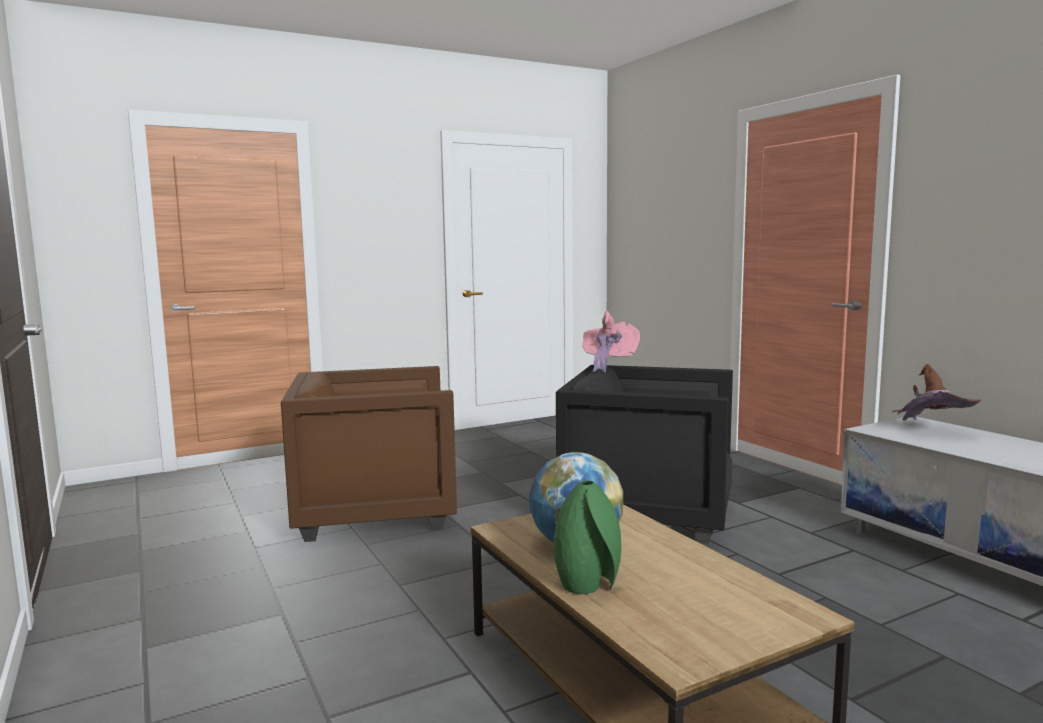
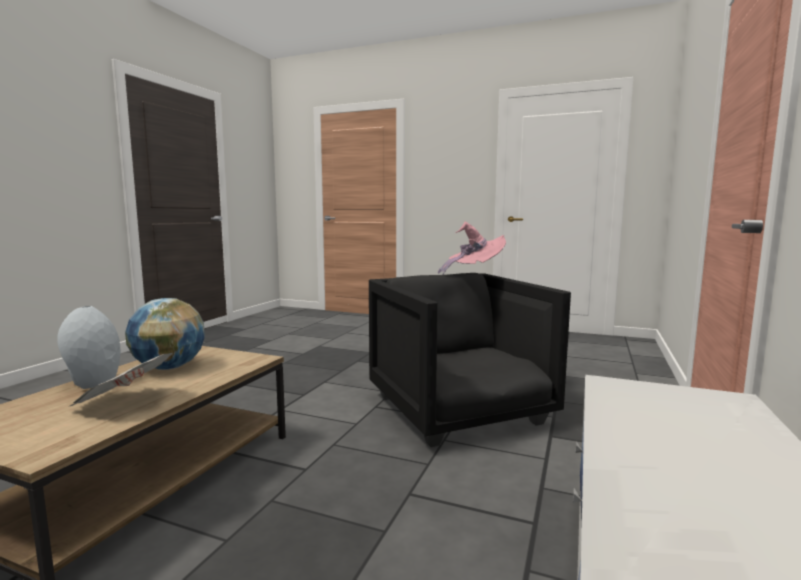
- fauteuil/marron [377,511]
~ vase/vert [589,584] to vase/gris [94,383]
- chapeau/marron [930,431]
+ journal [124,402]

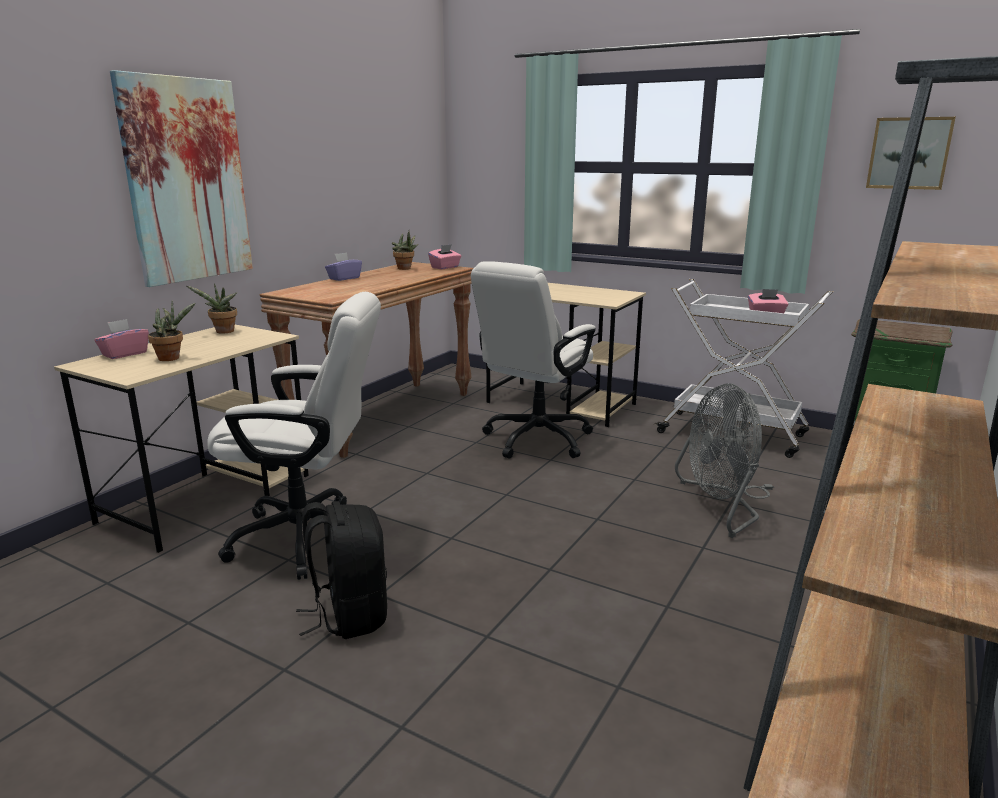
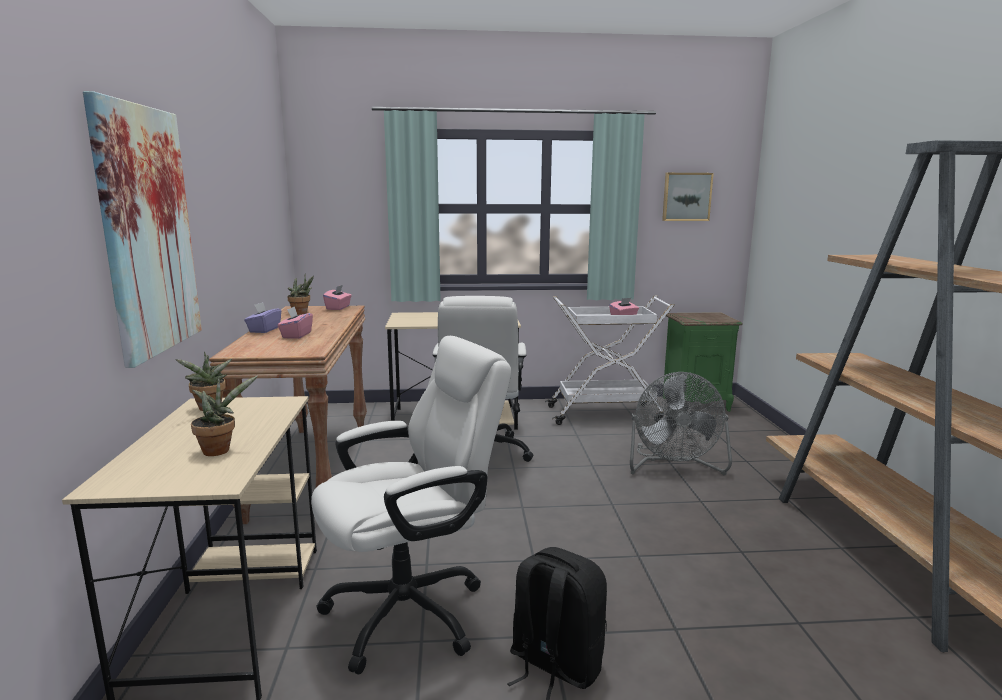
~ boîte à mouchoirs/rose [124,354] to [296,335]
~ ventilateur/gris [725,504] = [669,466] 45 degrees counterclockwise

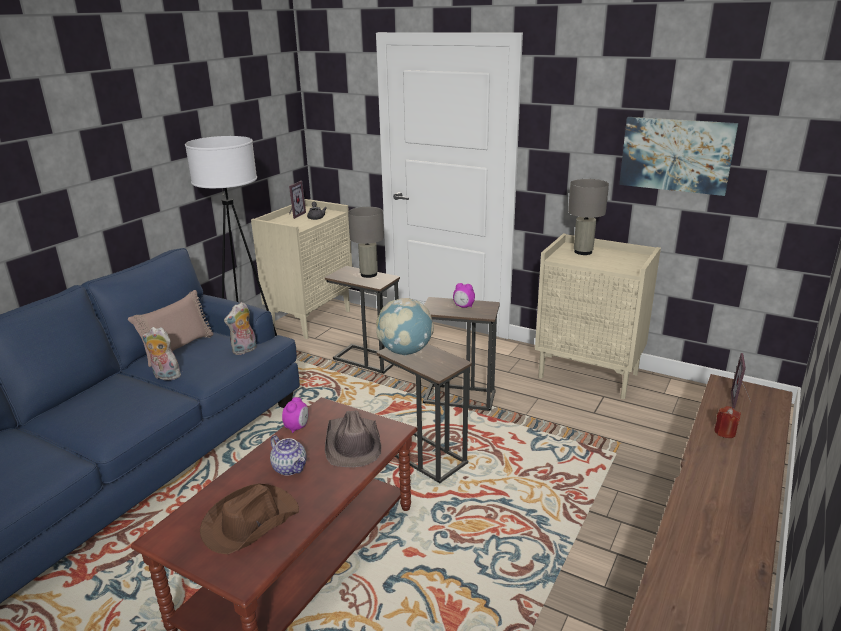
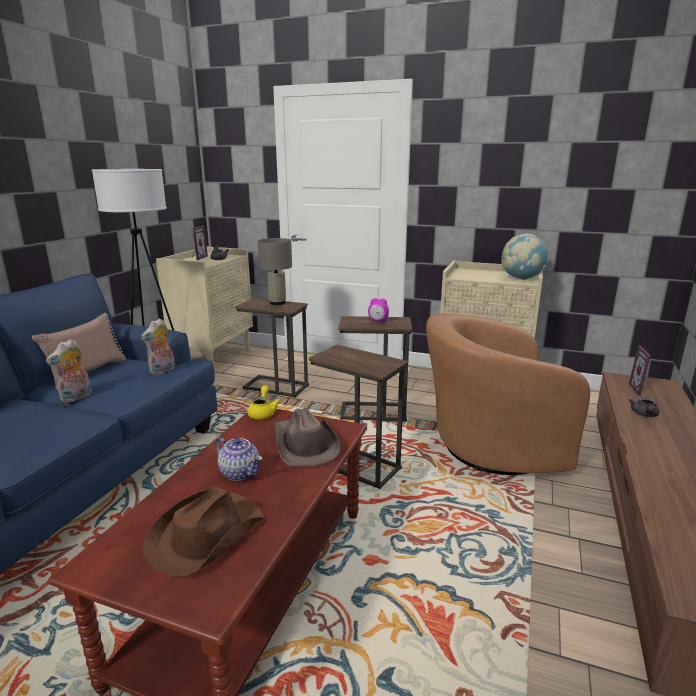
~ peluche [165,376] = [76,397] 60 degrees counterclockwise
- réveil [297,427]
~ globe [405,351] to [521,278]
- lampe de table/gris [583,252]
- tableau [676,155]
~ bougie/rouge [725,432] to théière/gris [644,415]
+ théière/jaune [263,412]
+ fauteuil/marron [492,447]

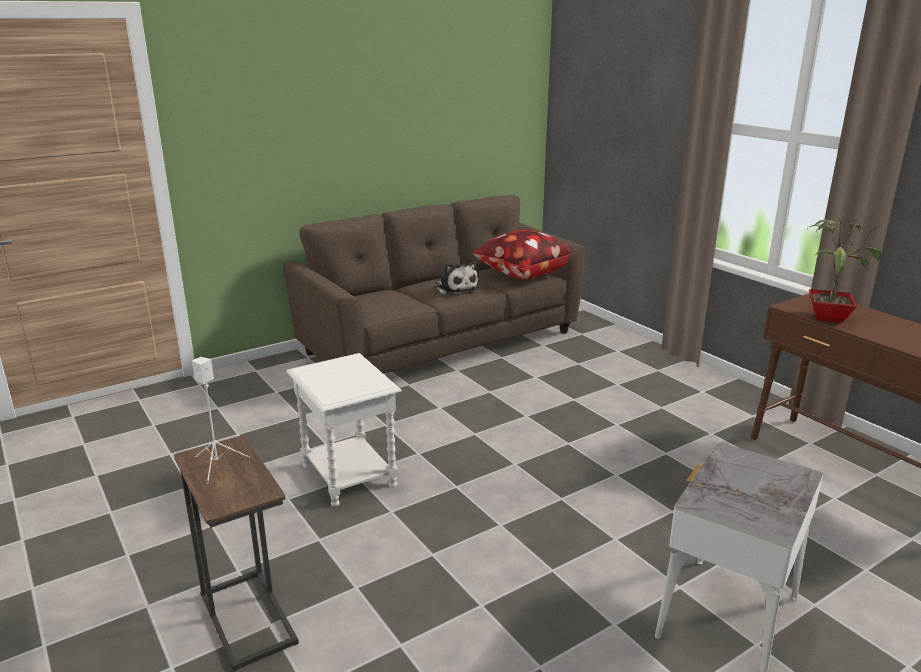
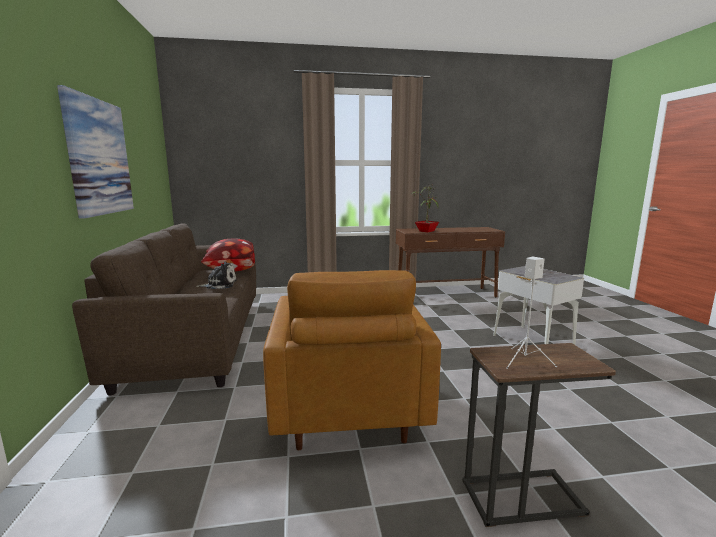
~ table d'appoint/blanc [347,475] to fauteuil/marron [347,412]
+ tableau [99,157]

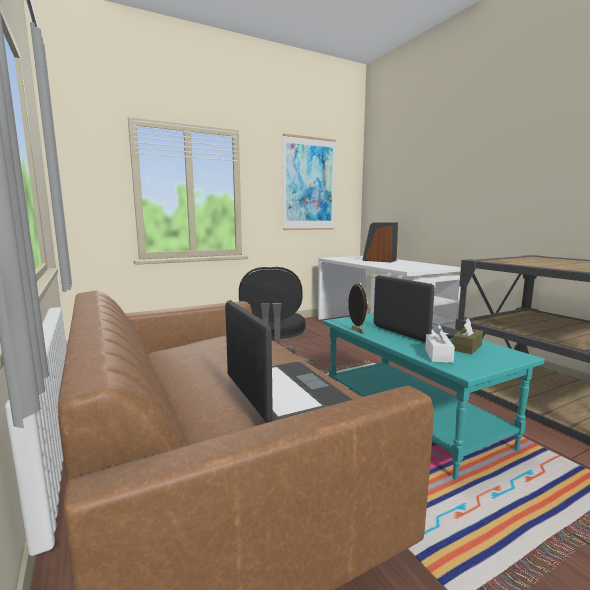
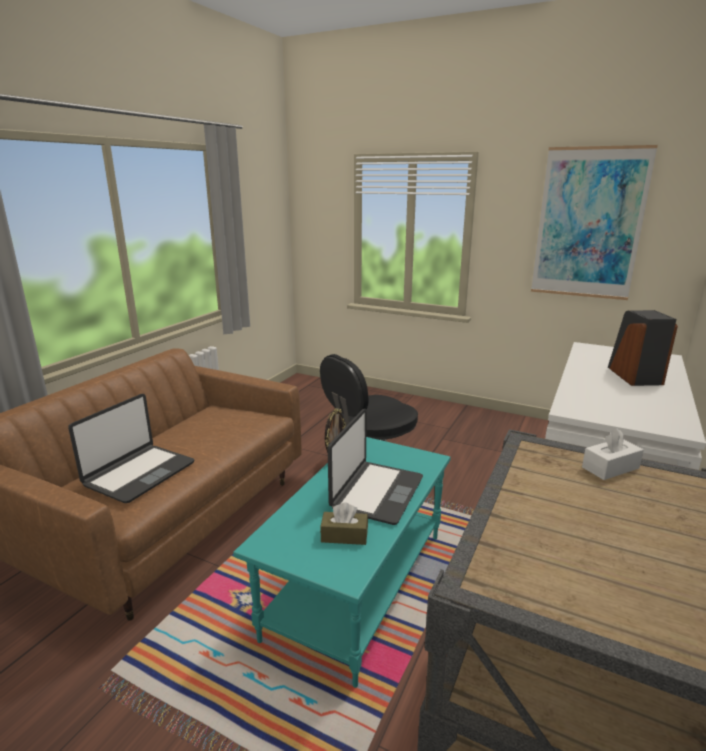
~ boîte à mouchoirs/blanc [438,355] to [610,468]

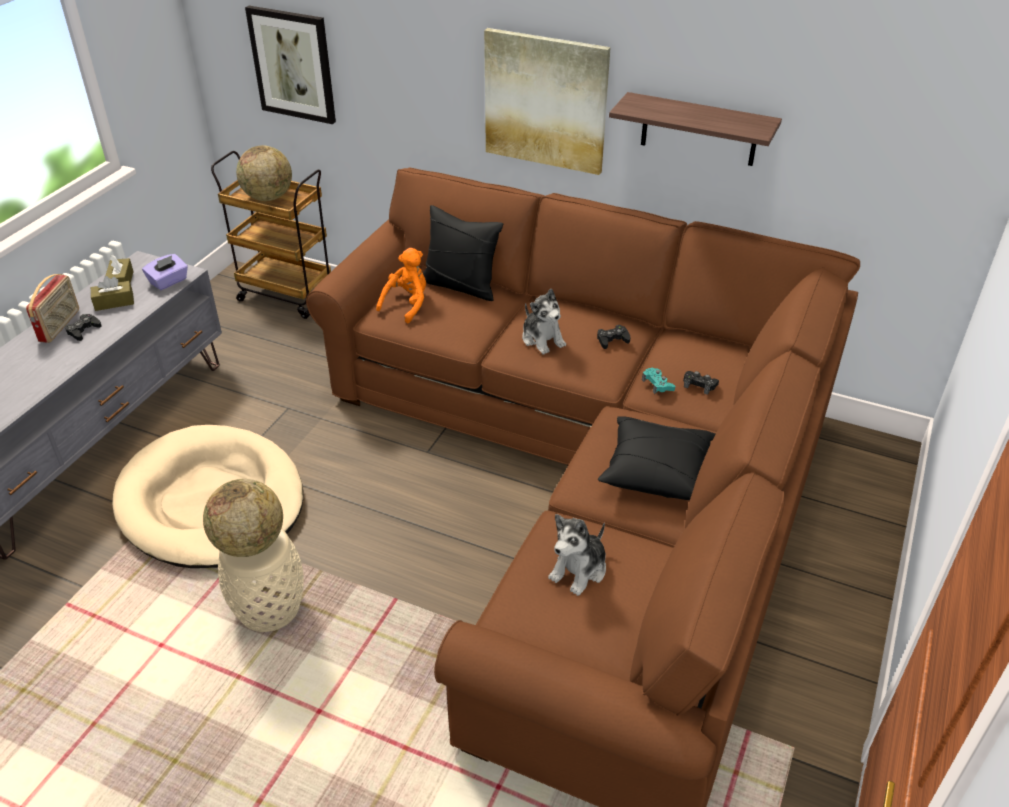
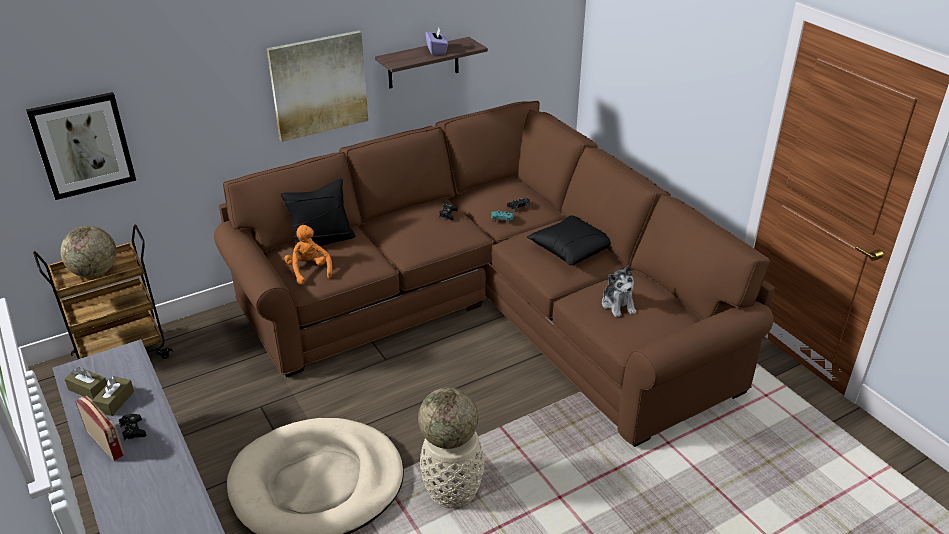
~ boîte à mouchoirs/violet [169,282] to [437,50]
- peluche [542,339]

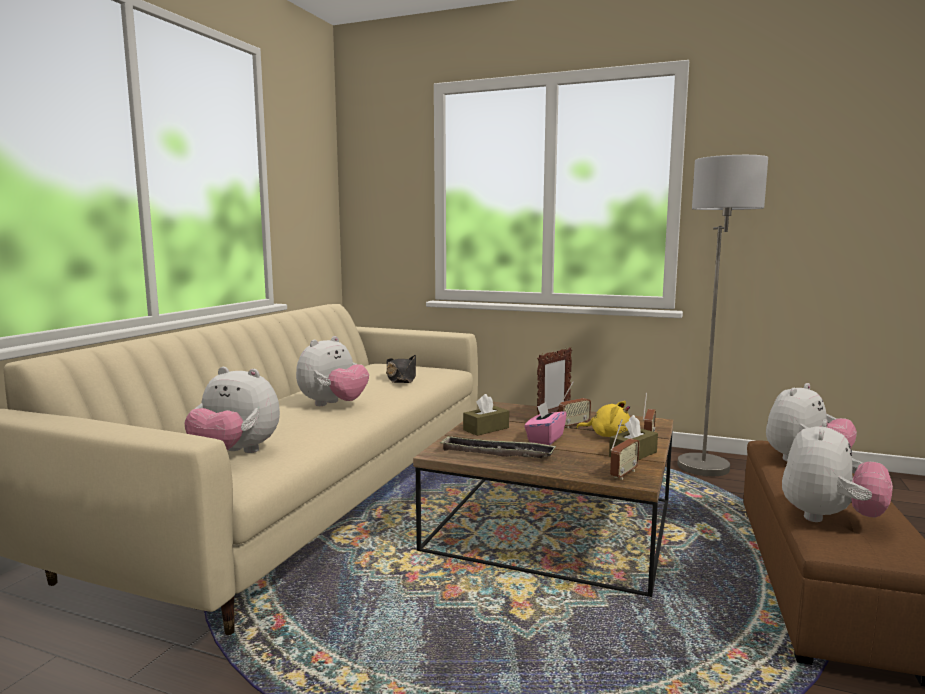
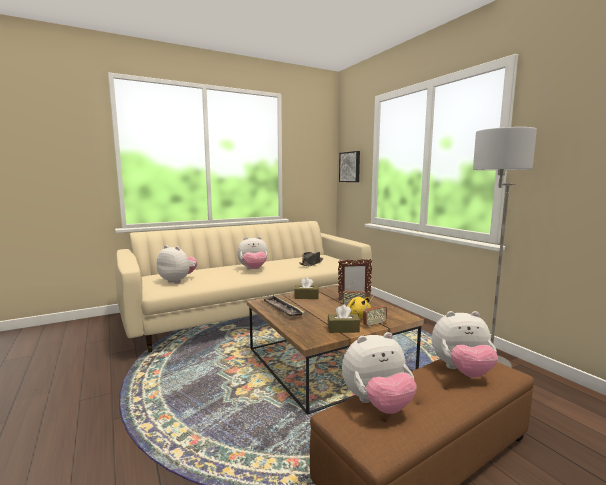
~ peluche [235,454] = [178,281] 150 degrees clockwise
- boîte à mouchoirs/rose [545,439]
- radio [623,474]
+ tableau [350,167]

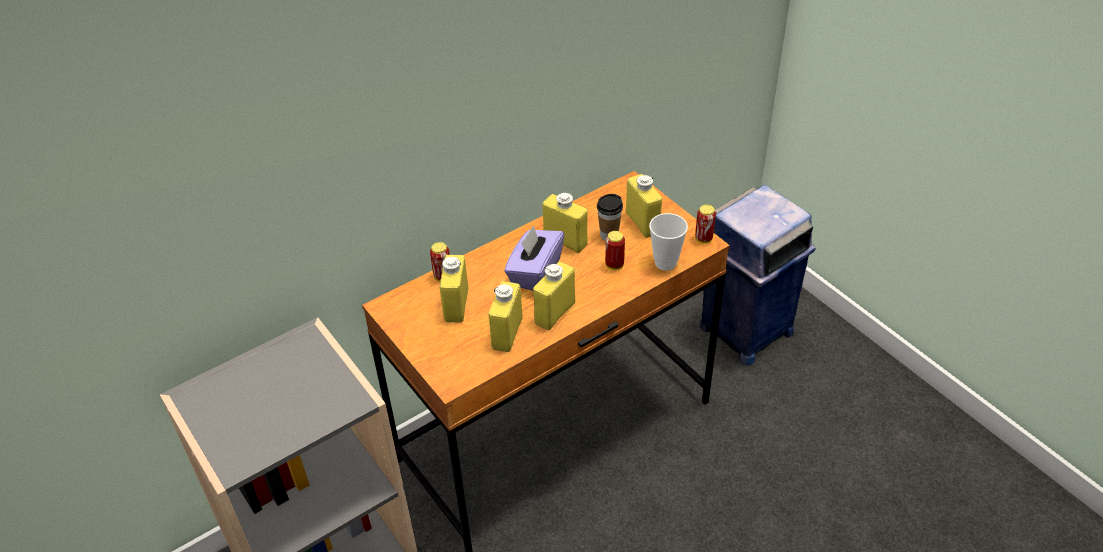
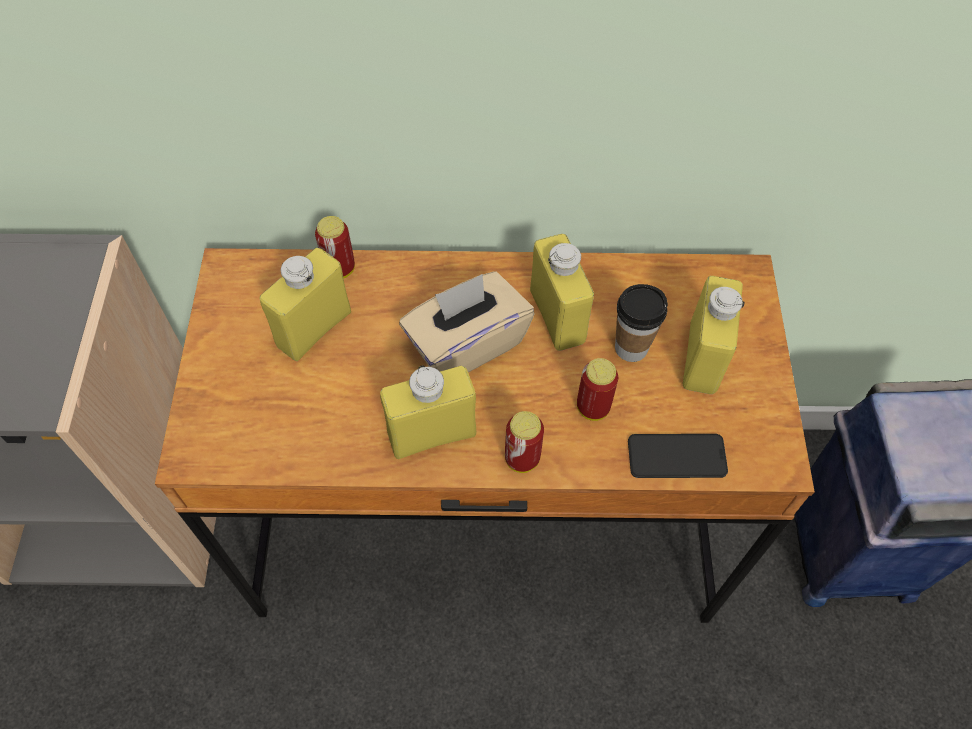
- bouteille/jaune [507,333]
~ boîte à mouchoirs/violet [535,273] to boîte à mouchoirs/beige [466,344]
~ tasse [665,263] to téléphone [676,456]
~ boîte métallique [703,239] to [522,459]

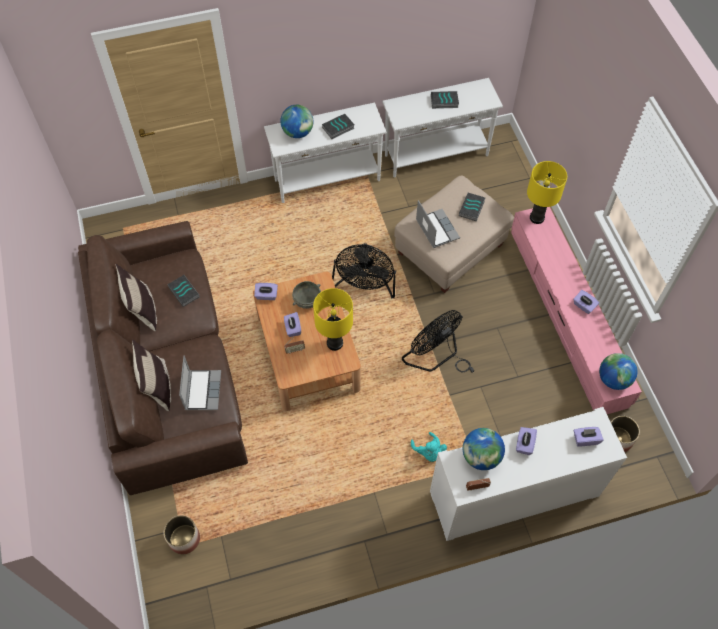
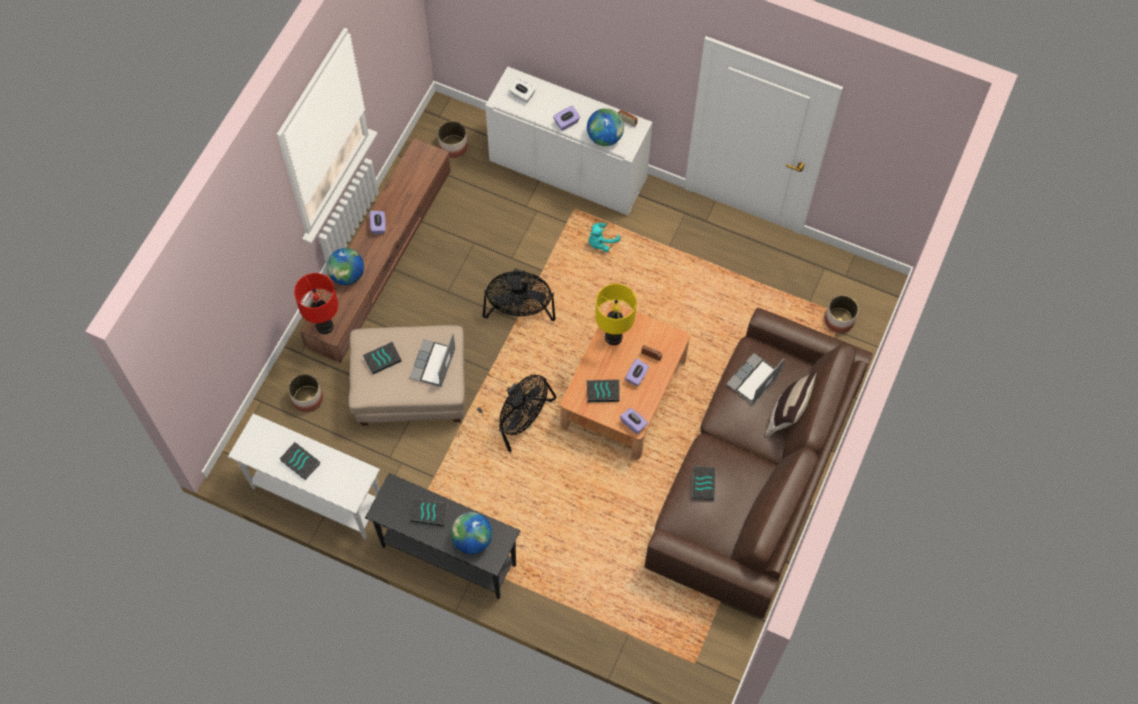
- coussin [142,310]
~ table console/blanc [328,179] to table console/noir [447,556]
~ bol/gris [307,301] to livre [603,391]
~ ventilateur/noir [363,282] = [517,419] 75 degrees clockwise
~ peluche/turquoise [428,452] = [601,242] 150 degrees counterclockwise
~ meuble télé/rose [567,315] to meuble télé/marron [380,257]
~ lampe de table/jaune [536,218] to lampe de table/rouge [325,326]
~ boîte à mouchoirs/violet [585,439] to boîte à mouchoirs/blanc [522,95]
~ globe [613,379] to [347,275]
+ cache-pot [307,398]

